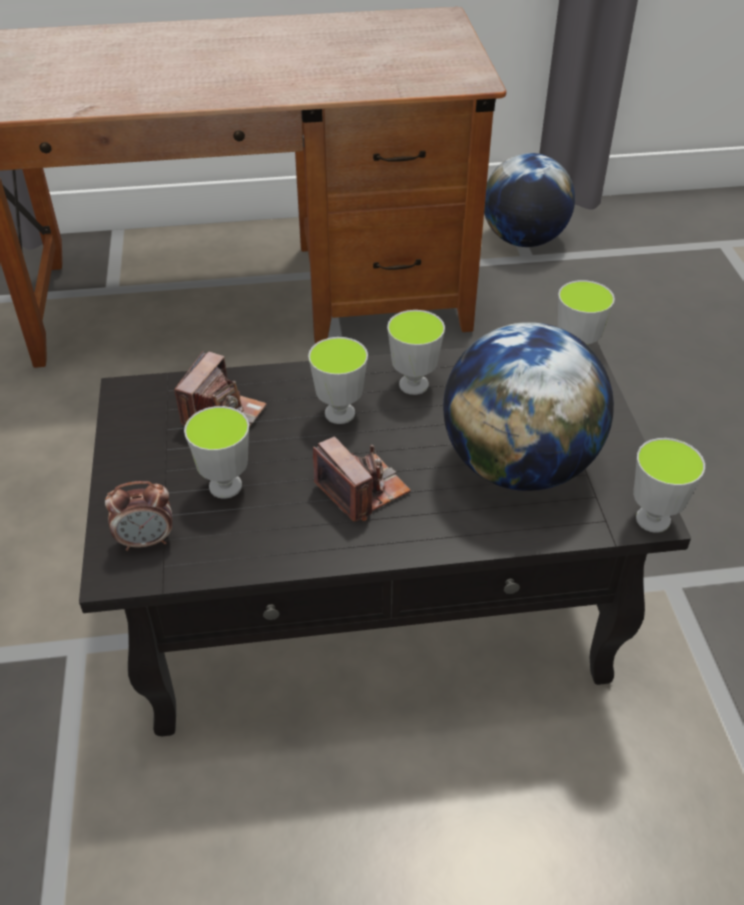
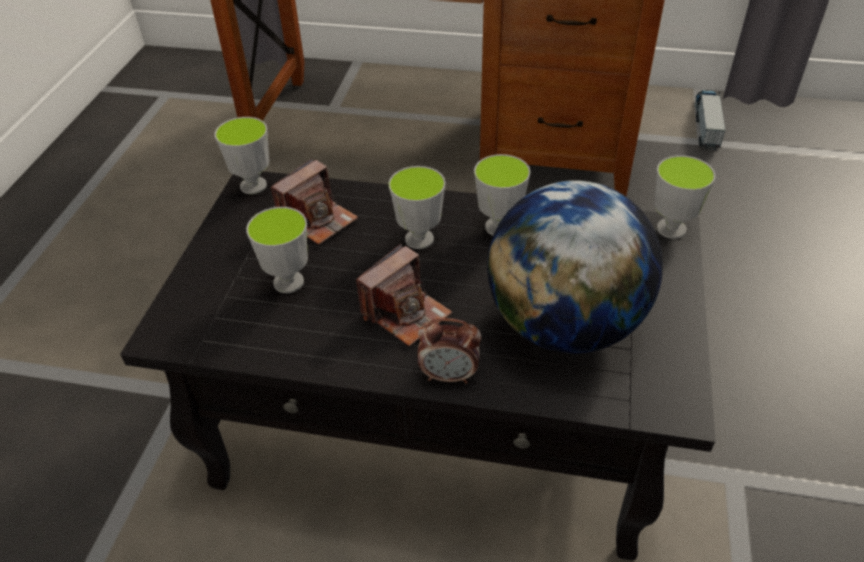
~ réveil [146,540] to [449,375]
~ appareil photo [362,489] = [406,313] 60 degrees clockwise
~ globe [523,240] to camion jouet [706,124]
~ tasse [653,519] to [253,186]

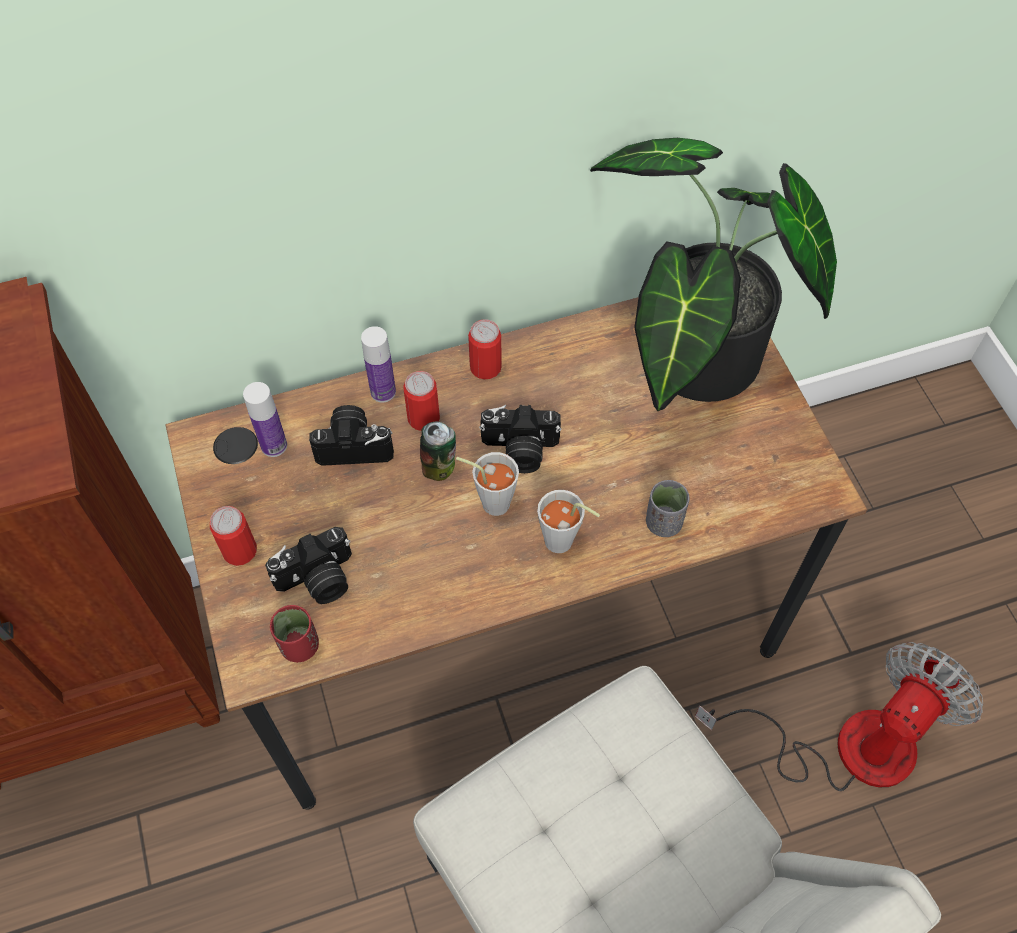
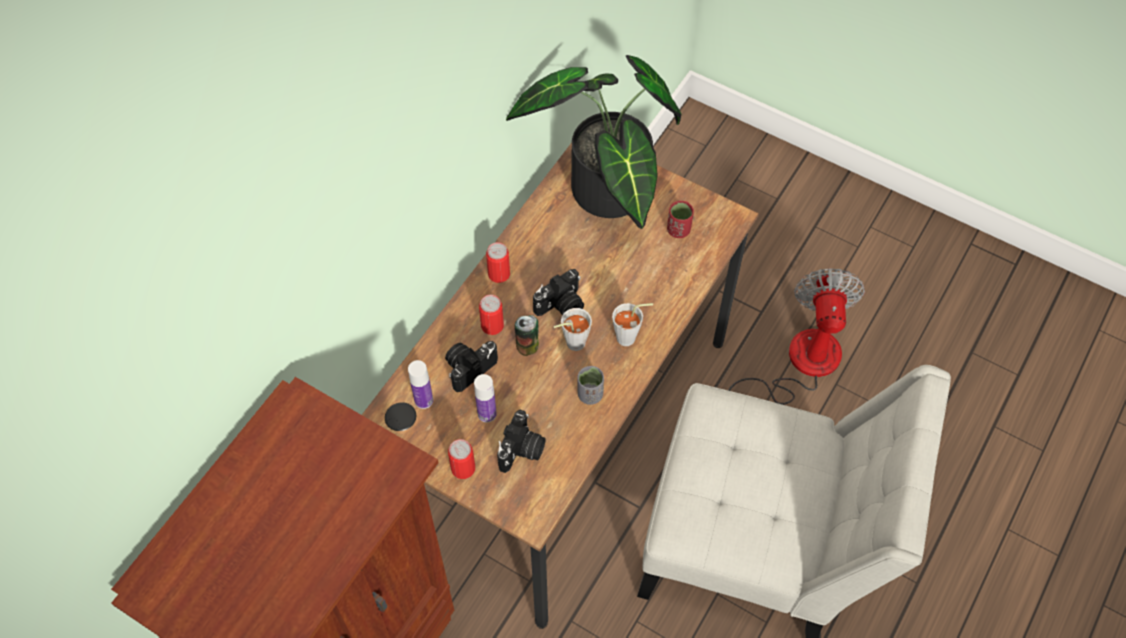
~ tasse/rouge [299,645] to [678,230]
~ bouteille [383,392] to [487,414]
~ tasse/gris [663,522] to [590,394]

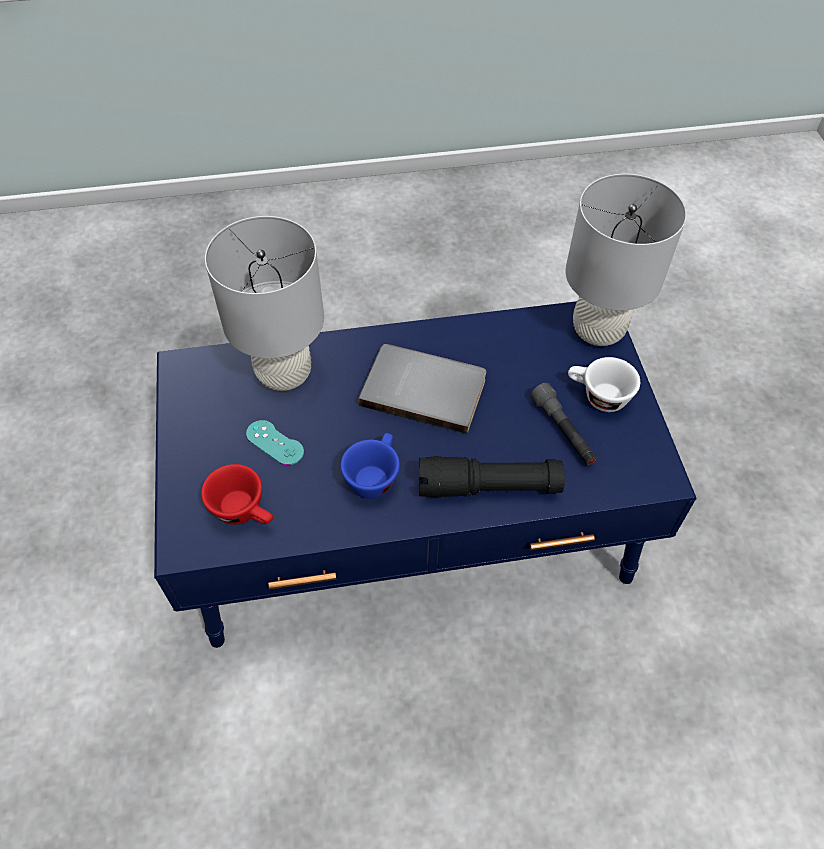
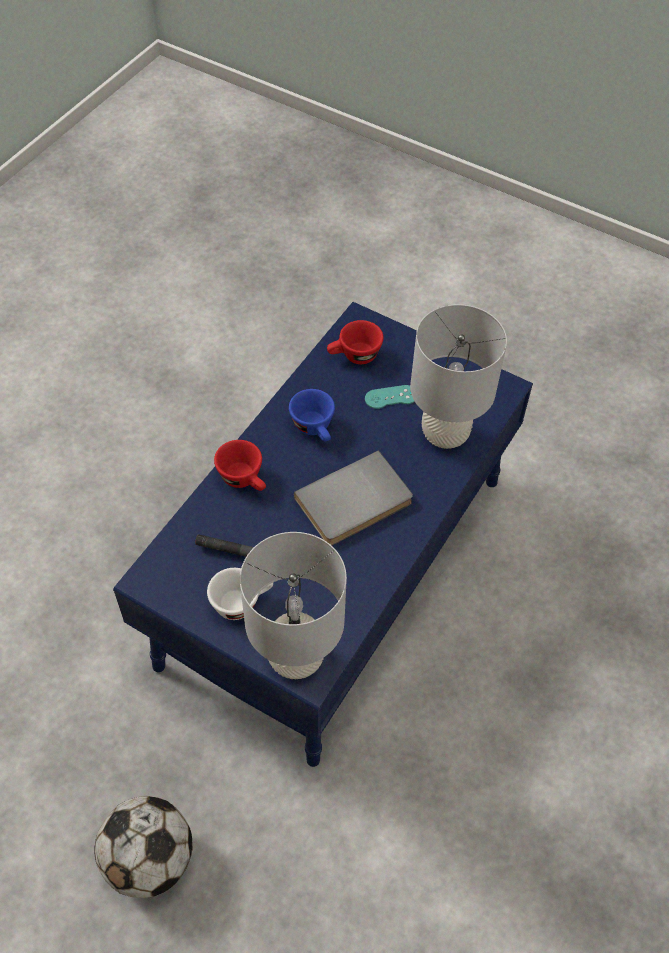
~ lampe de poche/noir [488,487] to tasse/rouge [245,479]
+ ballon de foot [150,859]

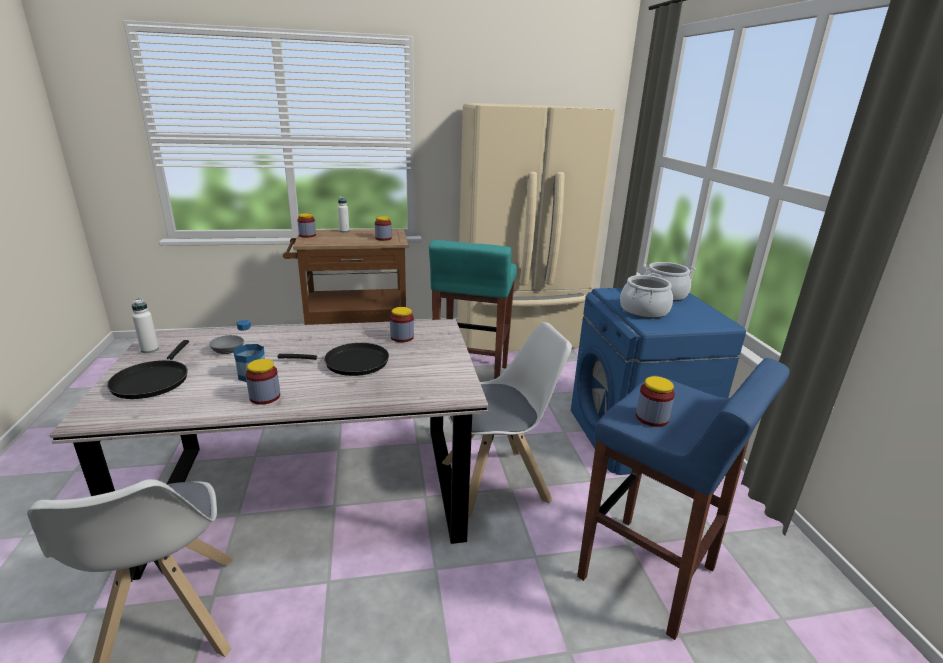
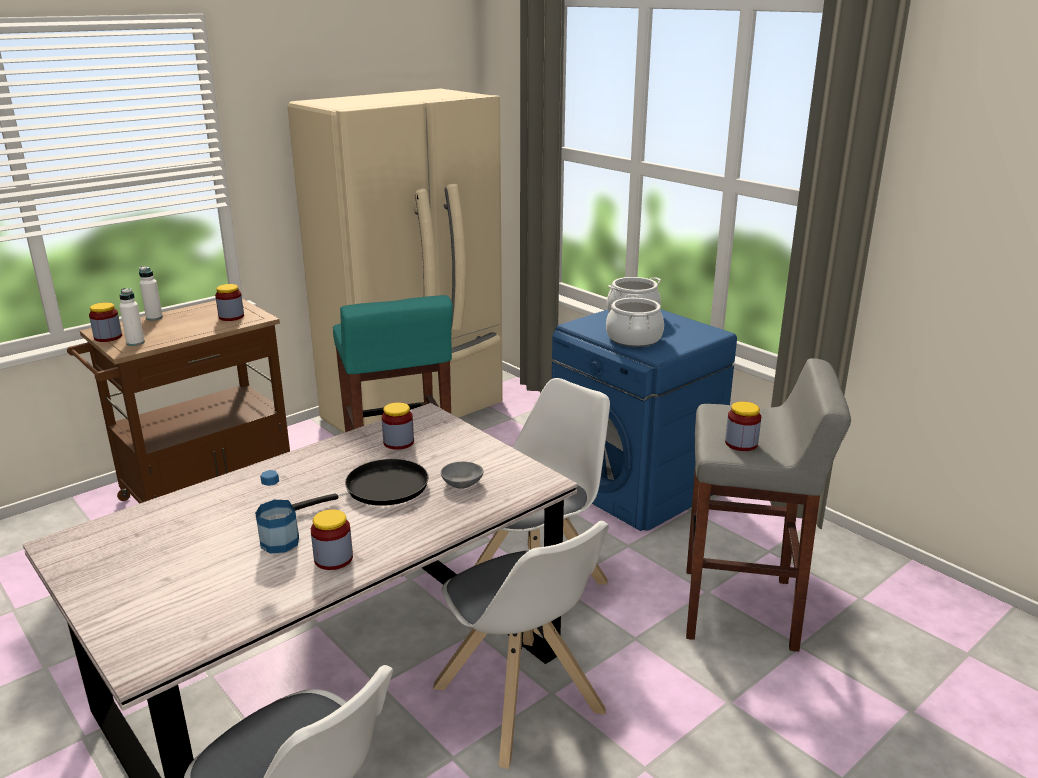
- poêle/noir [153,380]
~ bouteille/blanc [150,349] to [135,343]
~ bol/gris [229,350] to [463,482]
~ tabouret/bleu [648,574] to tabouret/gris [741,609]
+ chaise [521,703]

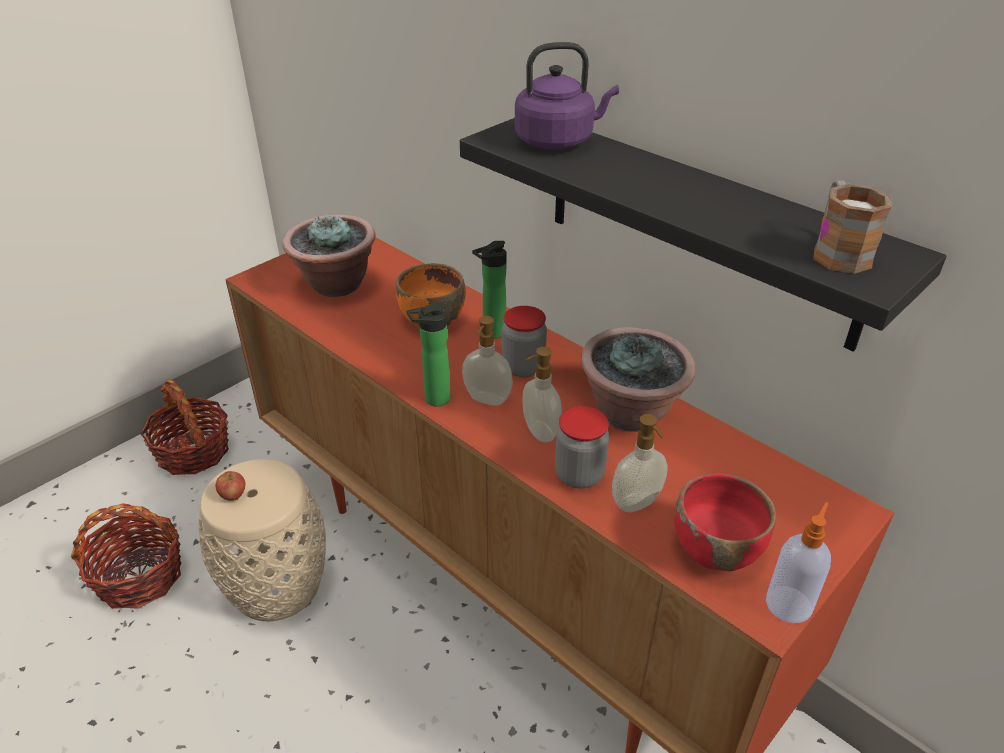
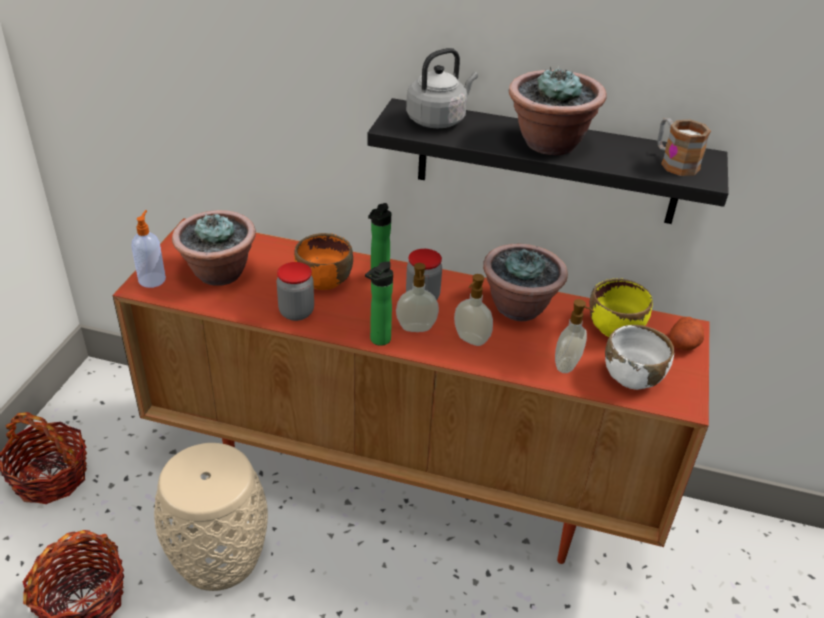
- pomme [233,495]
~ bouilloire/violet [558,141] to bouilloire/gris [438,119]
~ bocal [579,475] to [296,312]
~ bol/rouge [716,548] to bol/blanc [632,377]
~ distributeur de savon [789,603] to [152,279]
+ plante en pot [549,143]
+ bol/jaune [615,328]
+ pomme de terre [683,344]

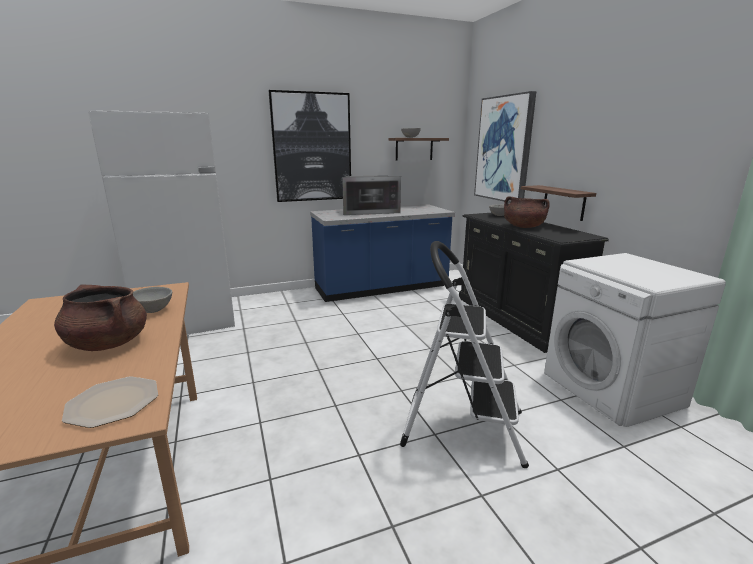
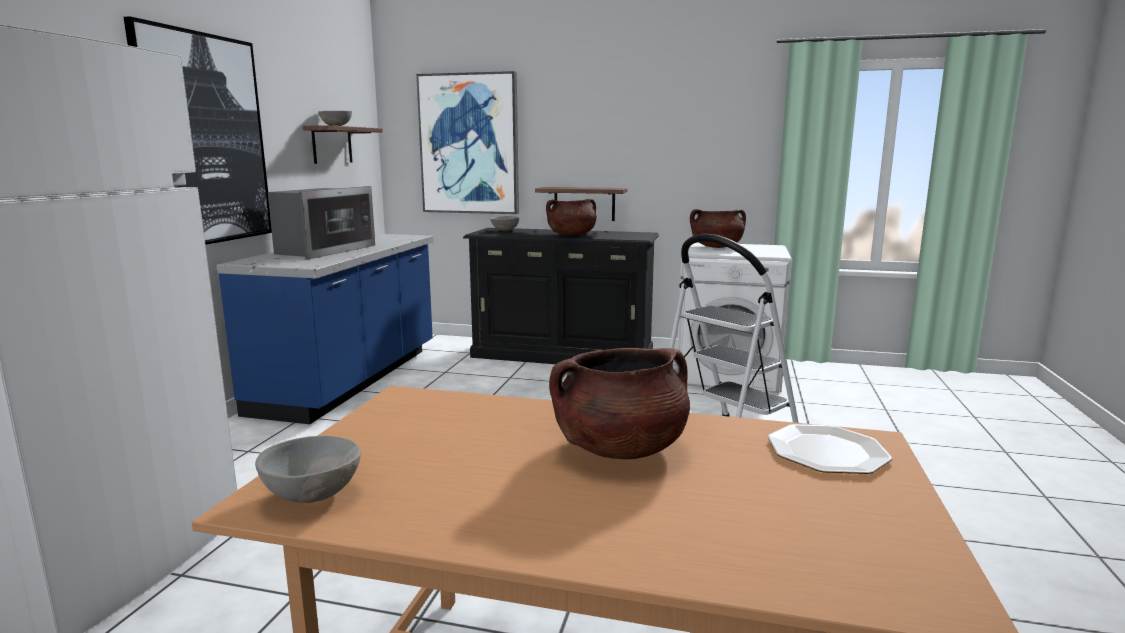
~ bol/gris [154,310] to [313,494]
+ marmite/marron [716,247]

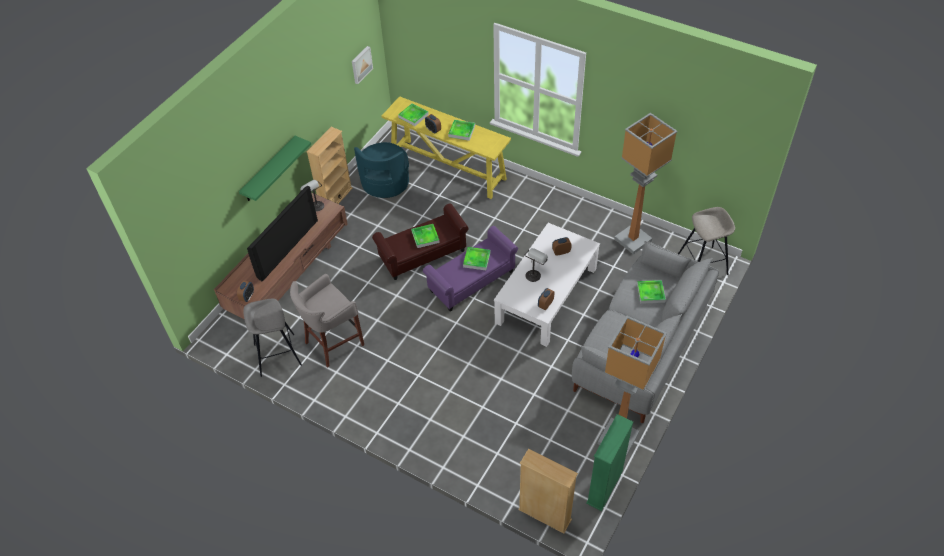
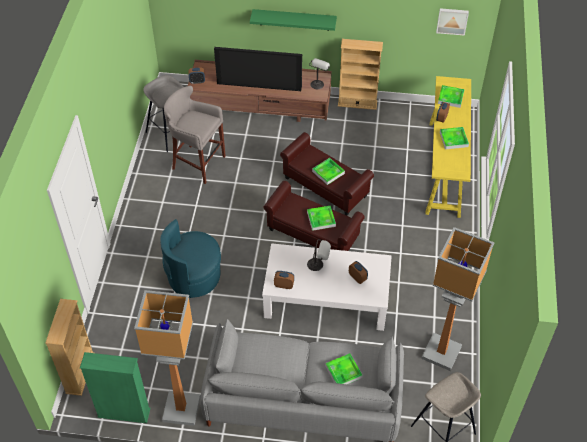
~ fauteuil/turquoise [385,183] to [194,276]
~ pouf/violet [471,281] to pouf/marron [313,234]

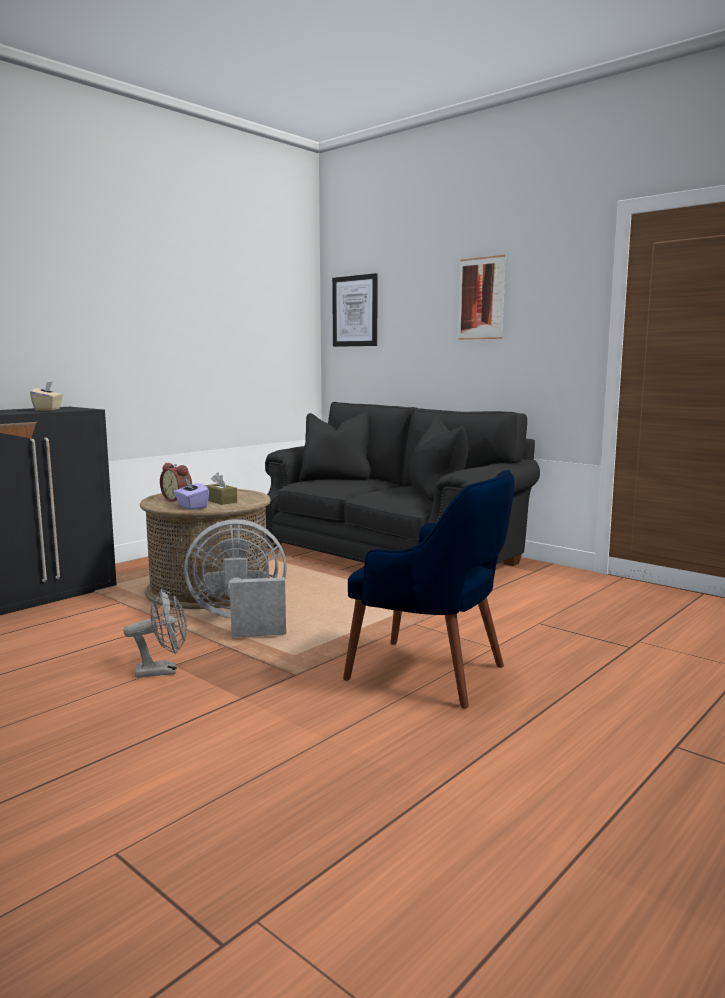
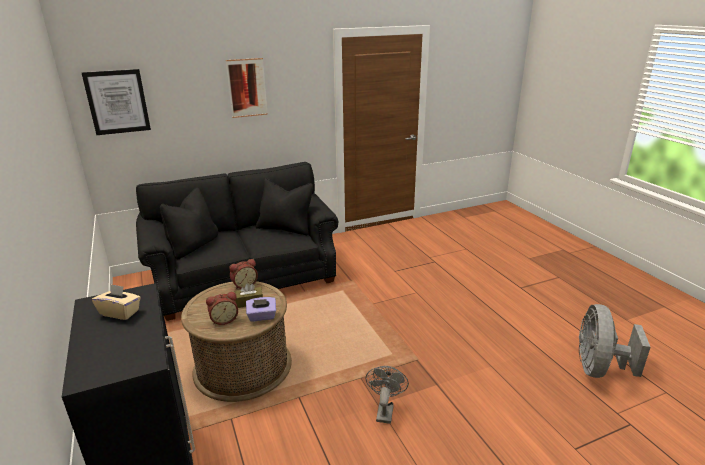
~ ventilateur/gris [241,621] to [598,368]
- fauteuil/bleu [430,673]
+ réveil [244,285]

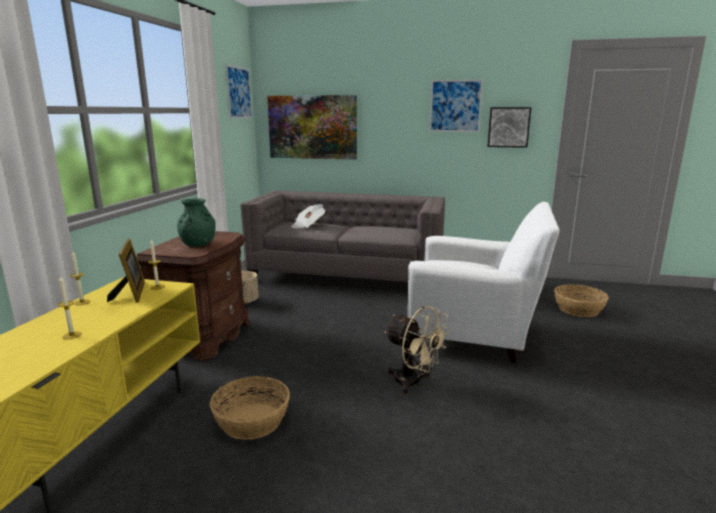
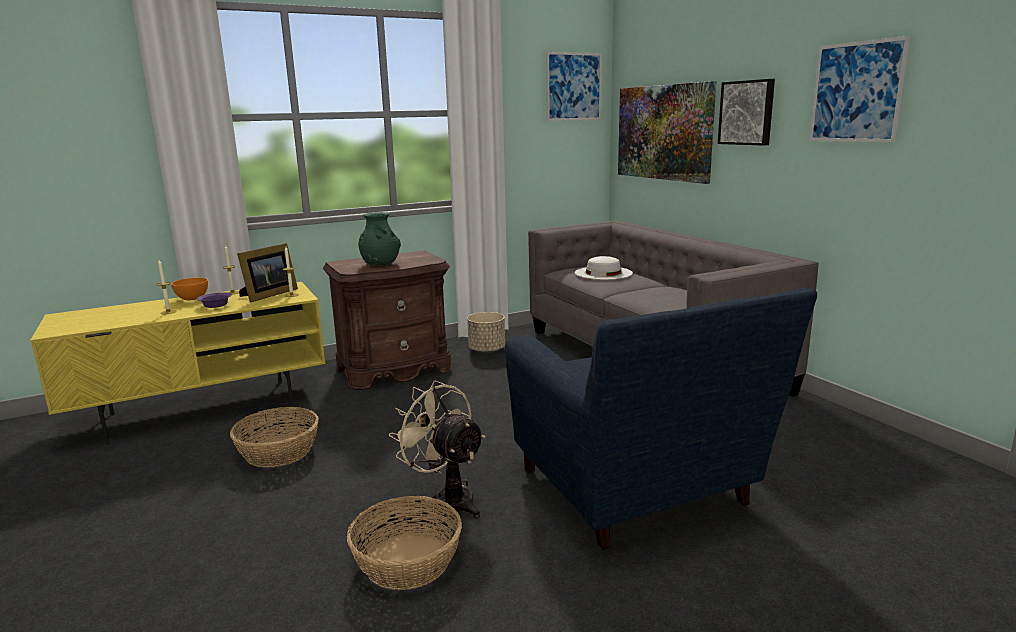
~ journal [308,225] to chapeau/blanc [603,273]
~ ventilateur/beige [413,383] = [446,499] 135 degrees clockwise
~ fauteuil/blanc [474,336] to fauteuil/bleu [635,493]
~ tableau [508,127] to [747,112]
~ panier [578,309] to [408,562]
+ bol/orange [192,299]
+ bol/violet [216,305]

